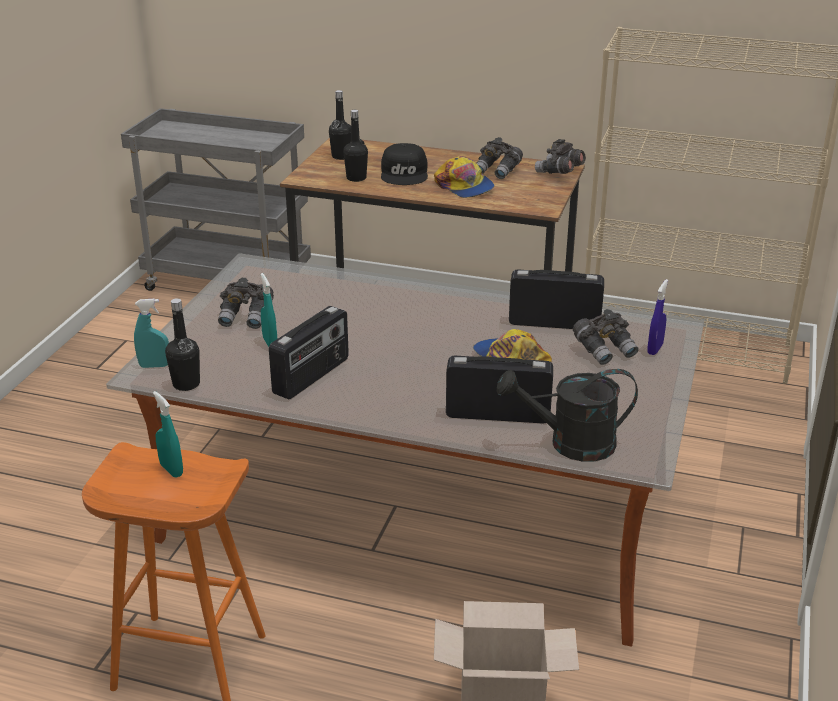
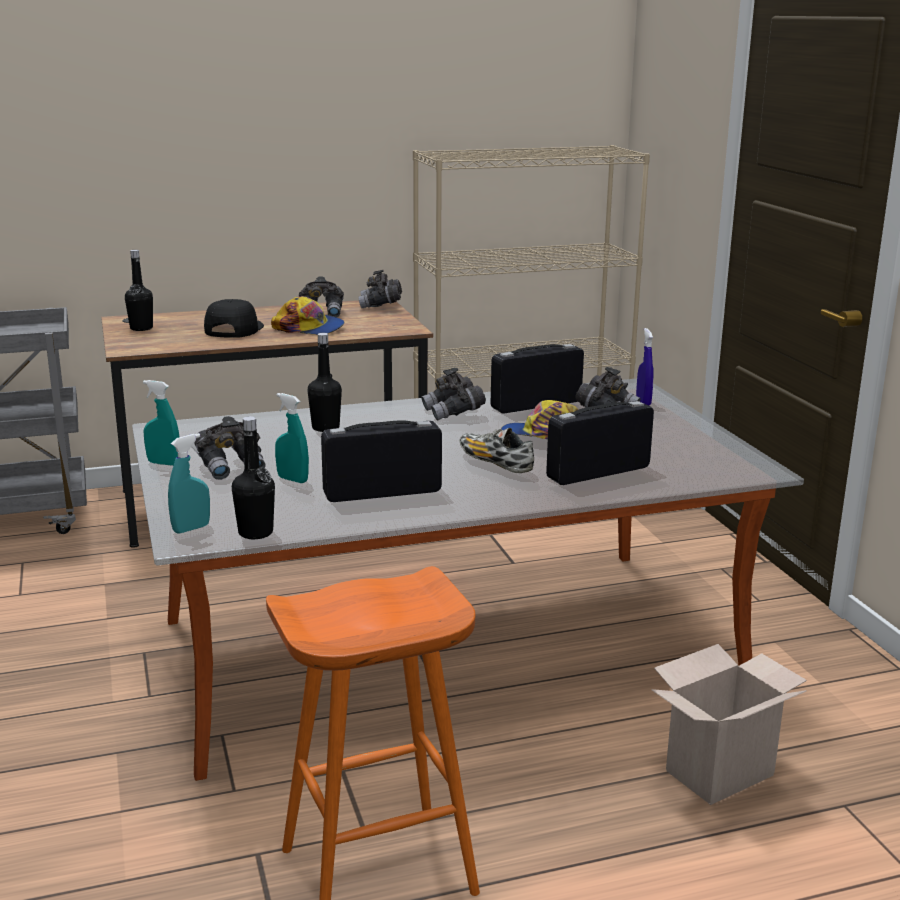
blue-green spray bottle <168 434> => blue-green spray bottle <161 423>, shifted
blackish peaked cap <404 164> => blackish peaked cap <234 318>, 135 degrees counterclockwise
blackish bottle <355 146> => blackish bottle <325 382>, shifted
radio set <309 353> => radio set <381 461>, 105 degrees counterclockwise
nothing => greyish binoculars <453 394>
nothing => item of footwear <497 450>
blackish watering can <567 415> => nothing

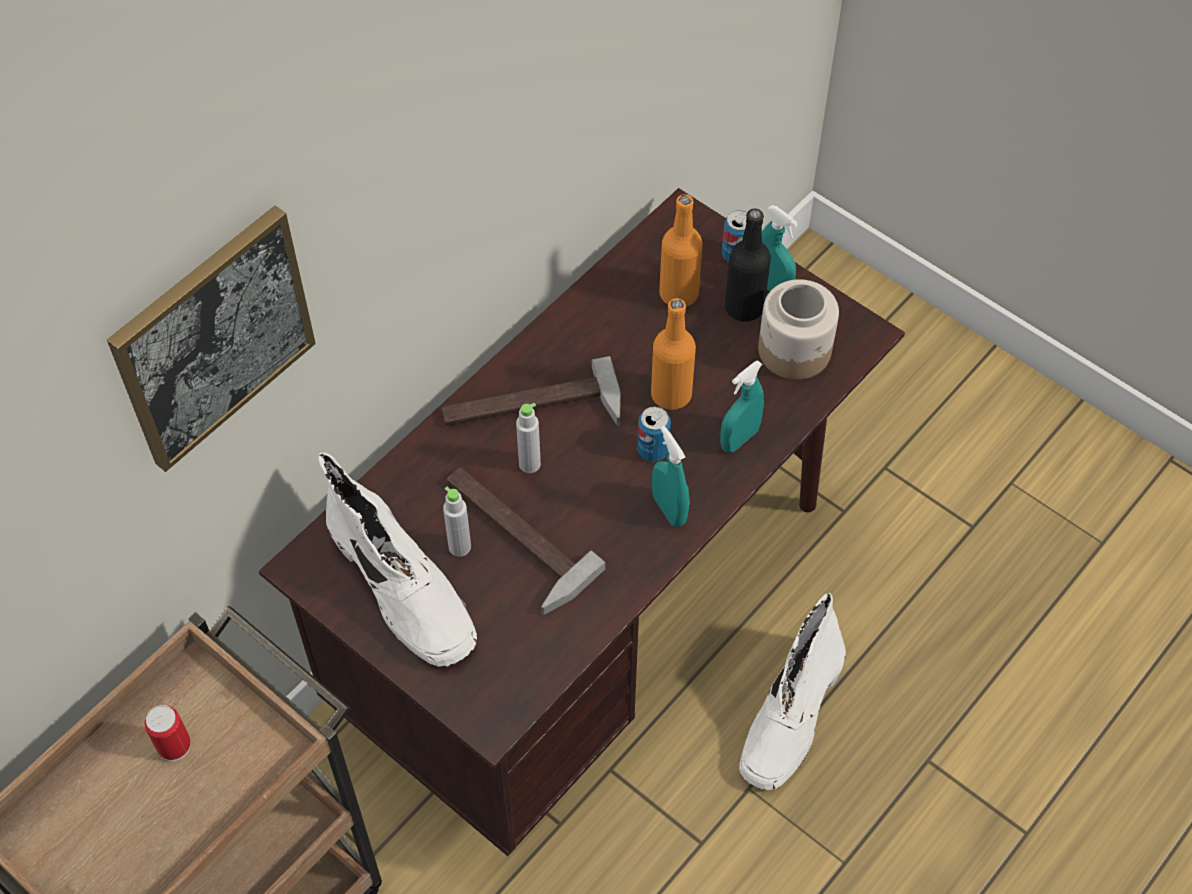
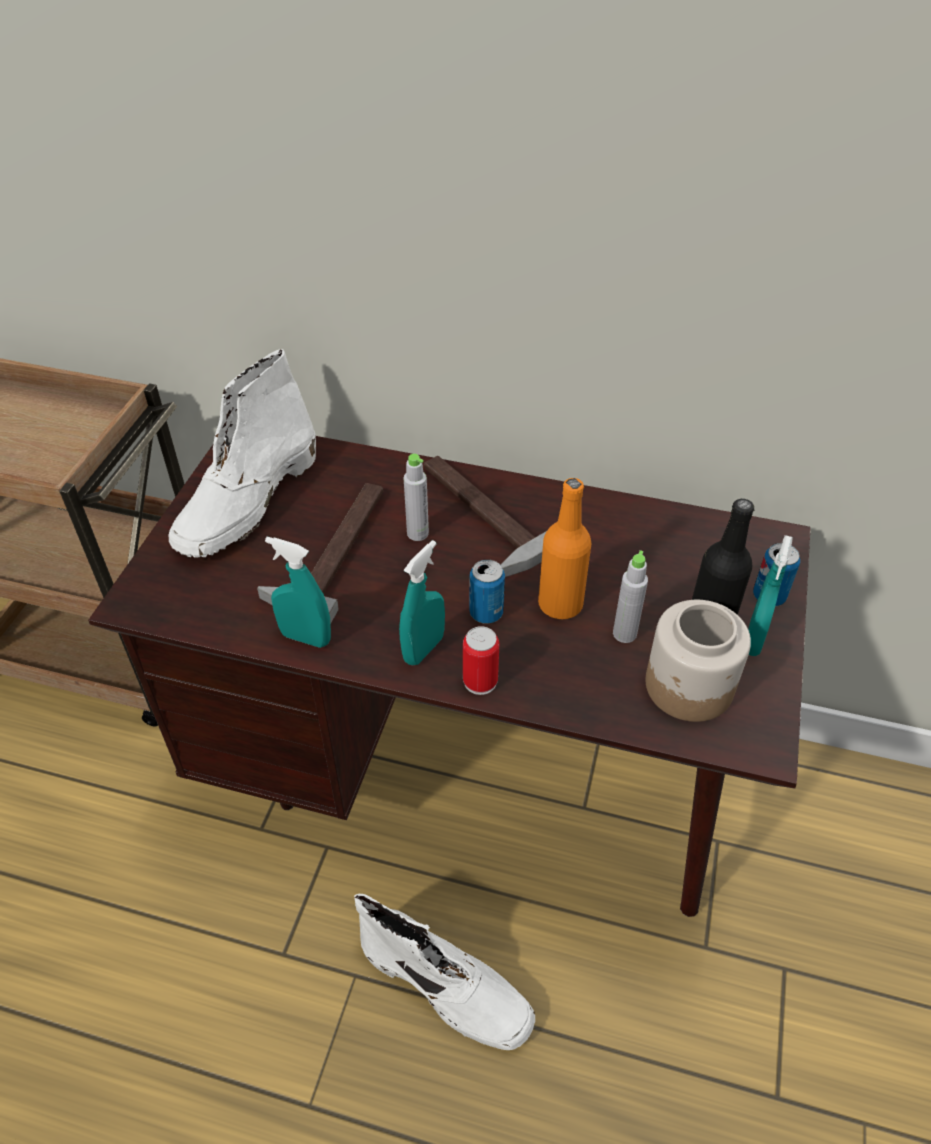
blue-green spray bottle <742 406> => blue-green spray bottle <298 592>, shifted
whitish high-top boot <792 691> => whitish high-top boot <444 972>, 150 degrees counterclockwise
metal can <167 733> => metal can <481 660>, shifted
greyish bottle <457 522> => greyish bottle <630 596>, shifted
picture <211 339> => nothing
orangey bottle <681 250> => nothing

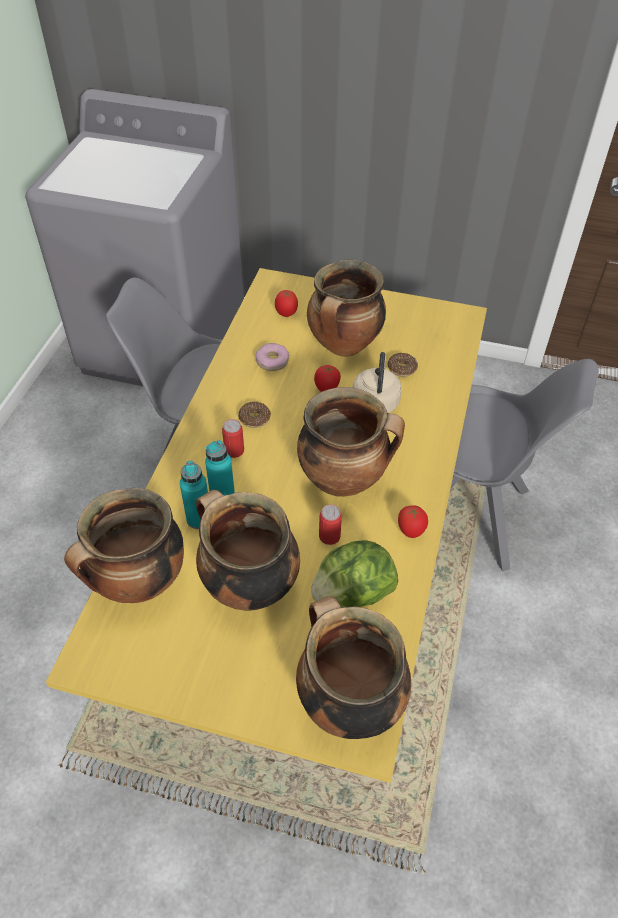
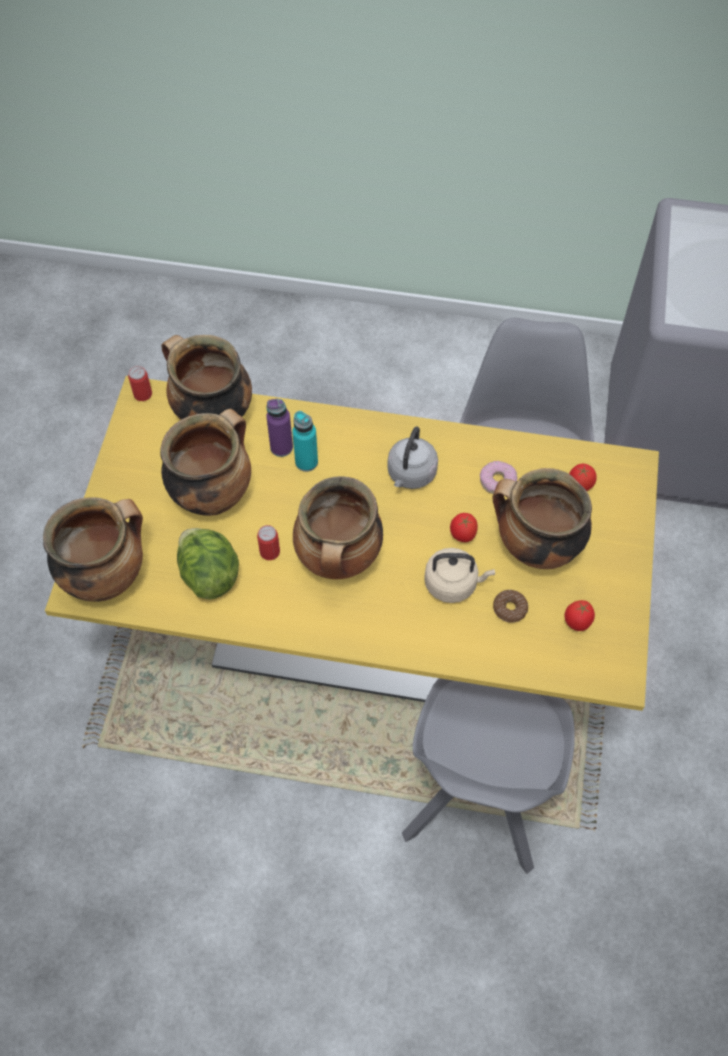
metal can <233 438> => metal can <140 383>, shifted
blue-green bottle <194 495> => purplish bottle <279 427>
donut <254 415> => greyish kettle <412 458>
fresh tomato <413 521> => fresh tomato <579 615>, shifted

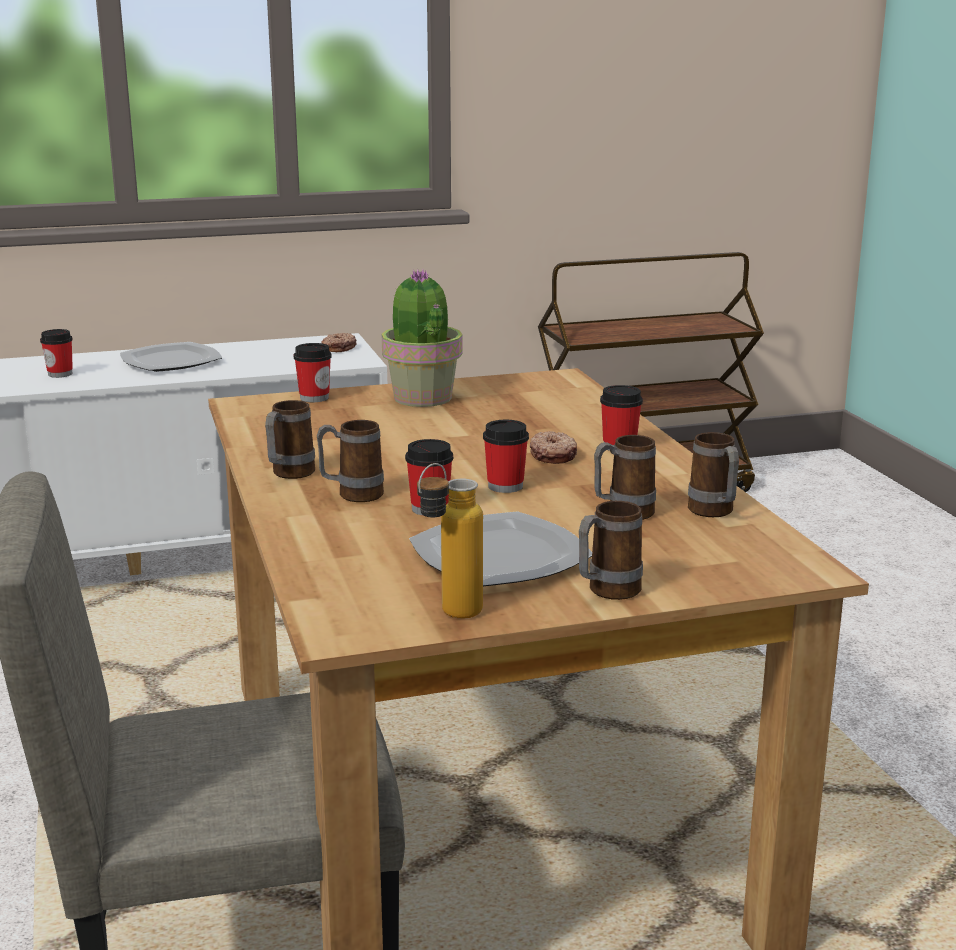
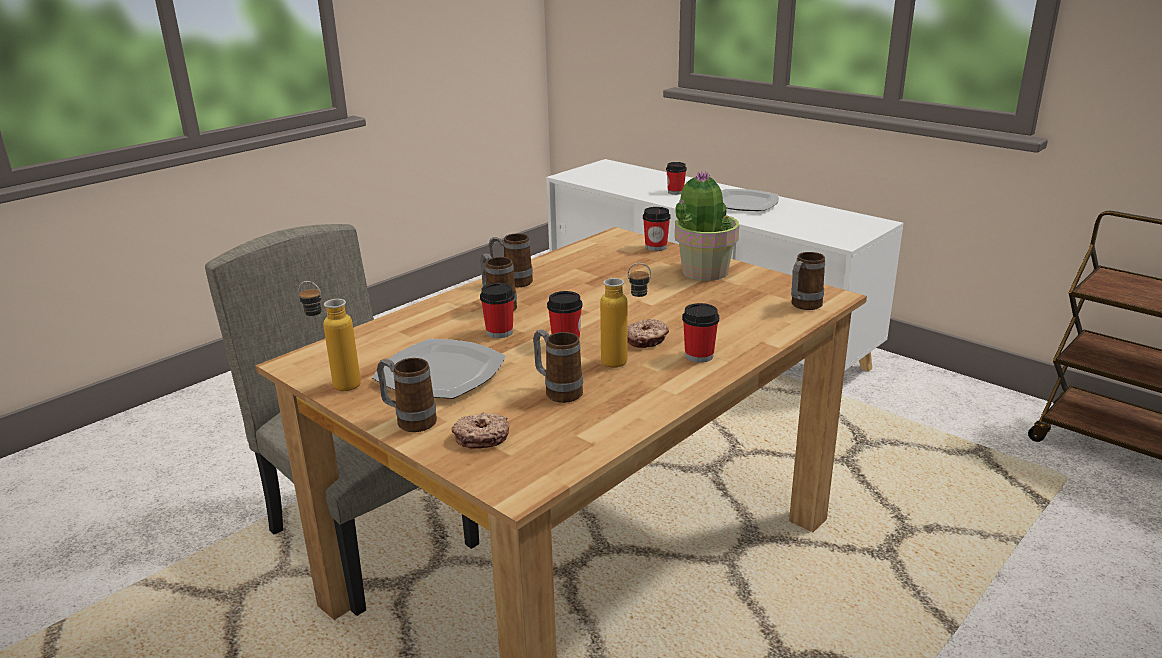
donut <339 342> => donut <480 430>, shifted
nothing => bottle <625 315>
tea mug <713 474> => tea mug <808 281>, shifted

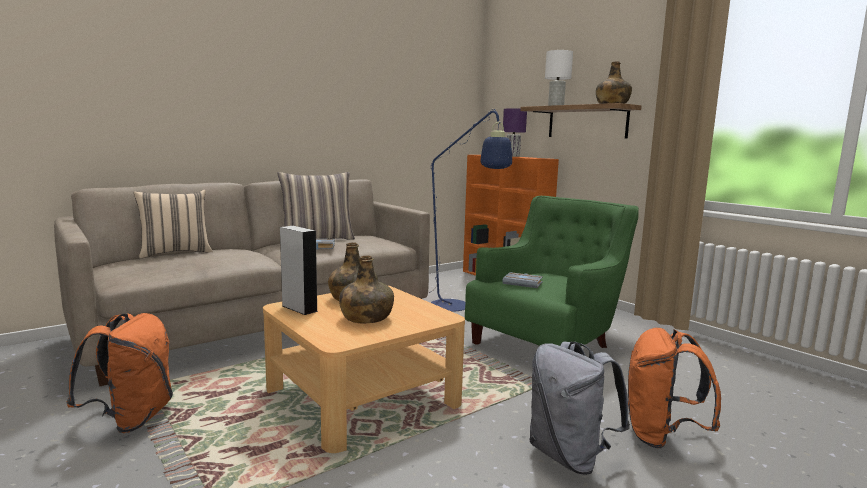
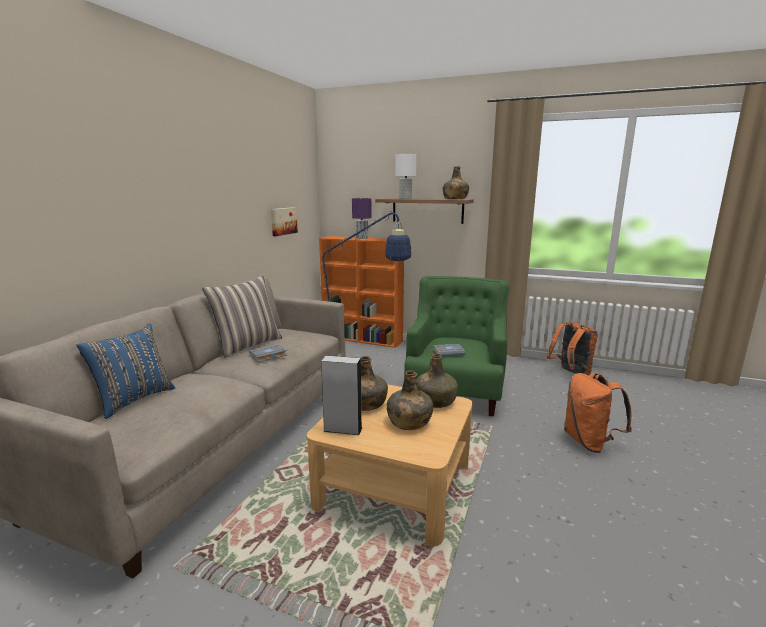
beige cushion <173 224> => blue-coloured cushion <125 371>
nothing => picture <284 221>
nothing => green-coloured bottle <437 381>
orangey backpack <119 373> => orangey backpack <572 348>, shifted
greyish backpack <579 408> => nothing

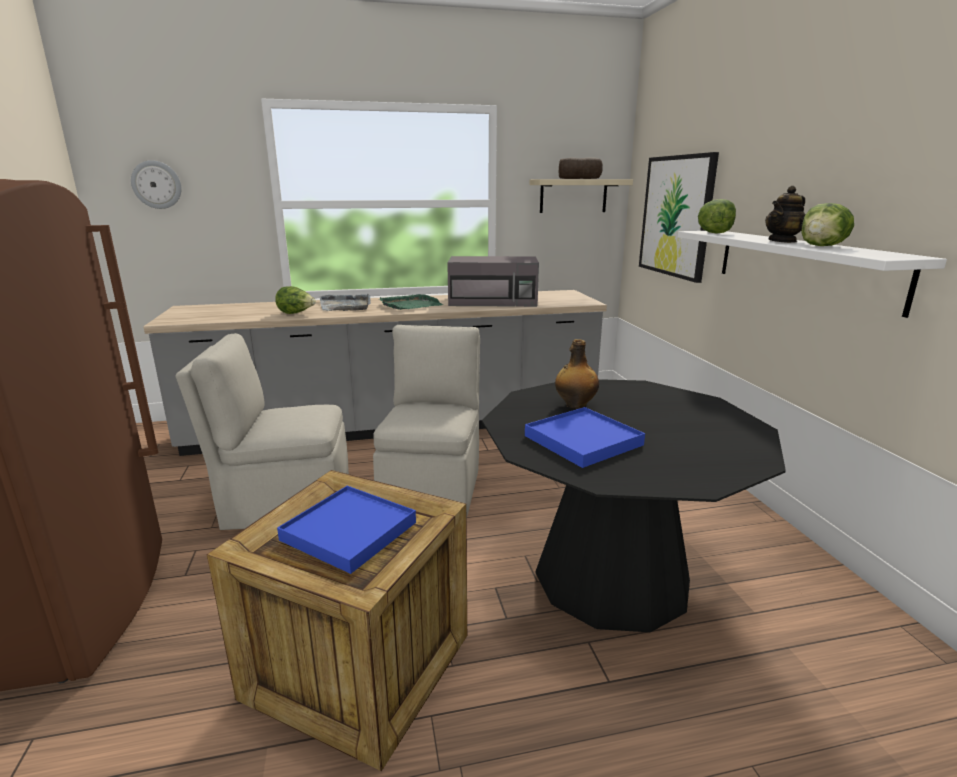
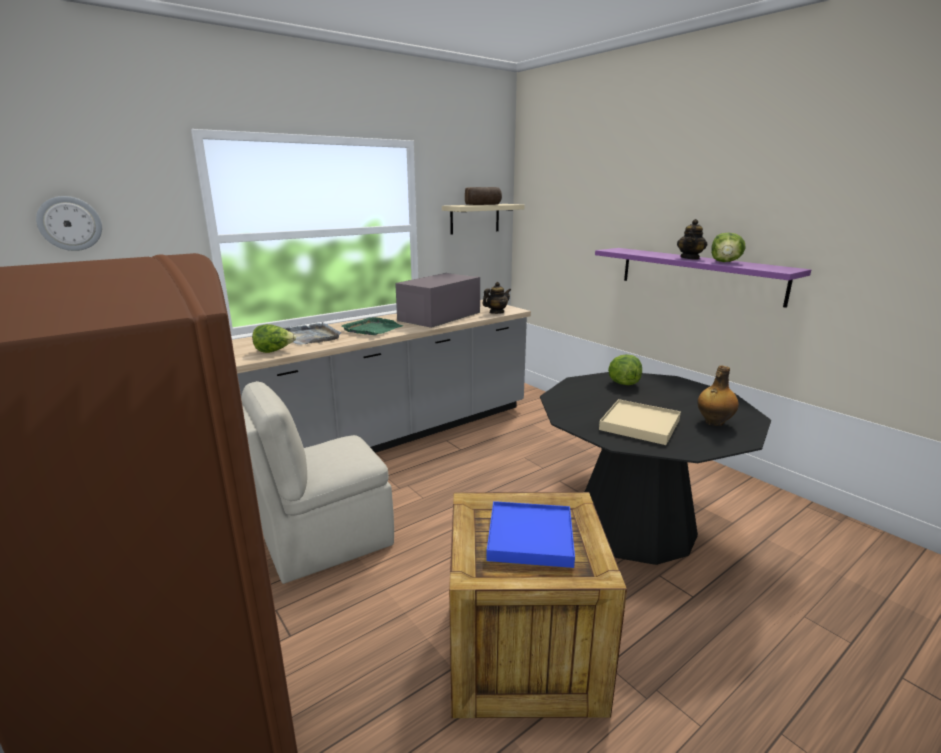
greyish kitchen microwave <493 281> => greyish kitchen microwave <437 300>, 150 degrees clockwise
nothing => pot for tea <496 298>
whitish shelf <812 274> => purplish shelf <703 278>
blue-coloured tray <585 437> => beige tray <640 422>
head of lettuce <717 216> => head of lettuce <625 369>, shifted
bottle <577 374> => bottle <718 395>, shifted
beige upright chair <426 422> => nothing
picture <679 217> => nothing

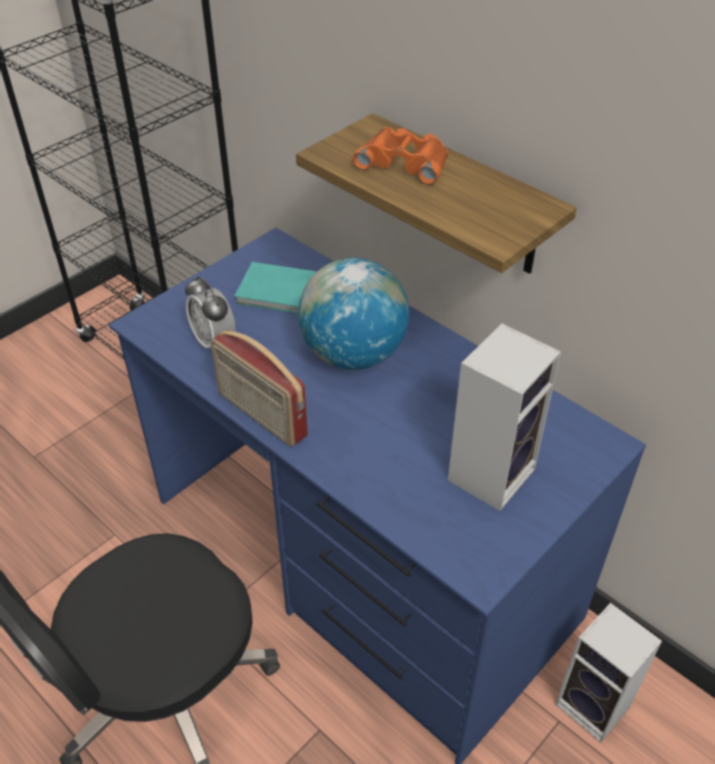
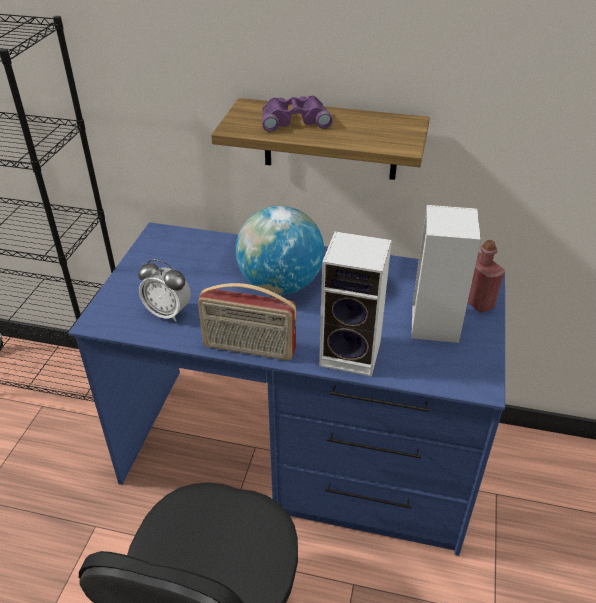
orangey binoculars <400 156> => purplish binoculars <297 113>
audio speaker <608 672> => audio speaker <355 303>, shifted
nothing => red bottle <486 276>
blue-green bound book <275 288> => nothing

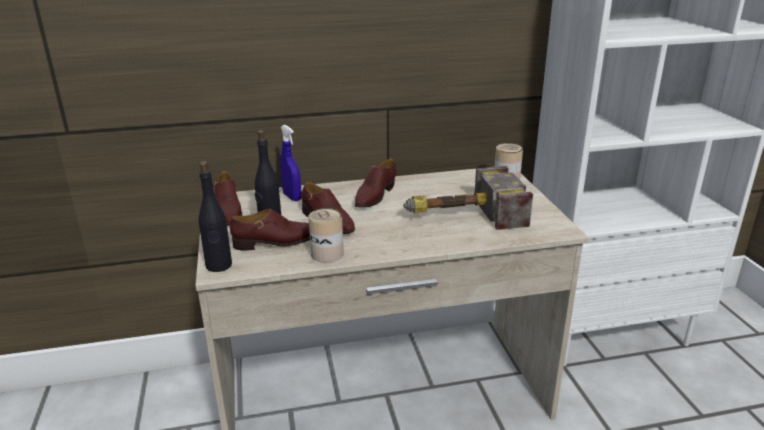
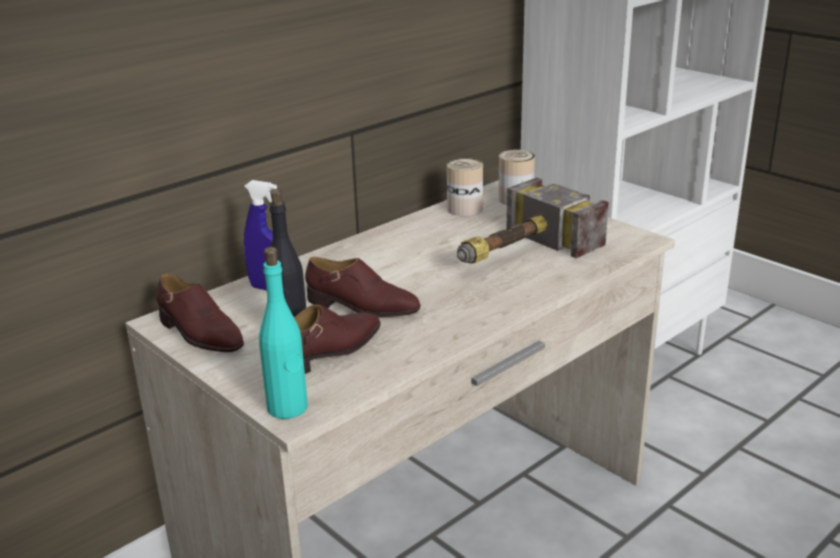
blackish bottle <215 216> => blue-green bottle <283 333>
metal can <326 235> => metal can <465 187>, shifted
brown-coloured item of footwear <376 183> => nothing

